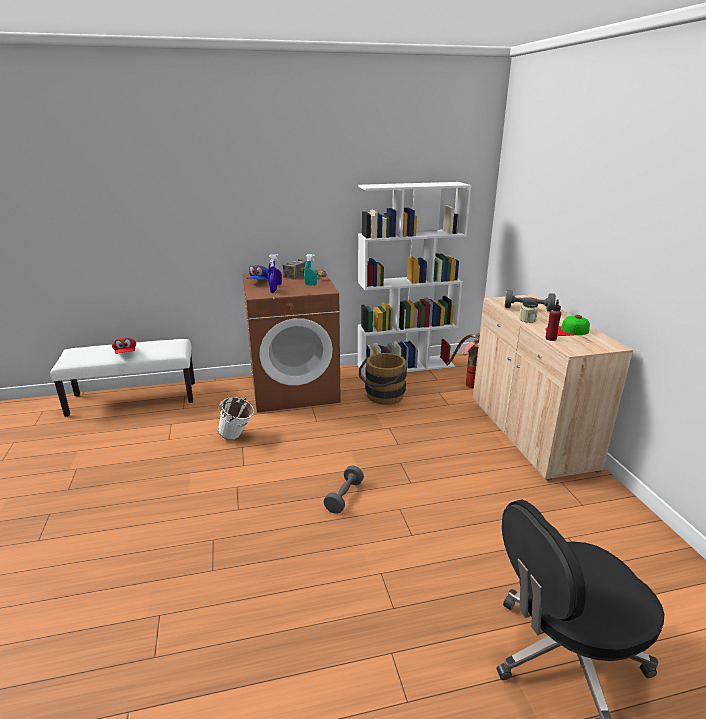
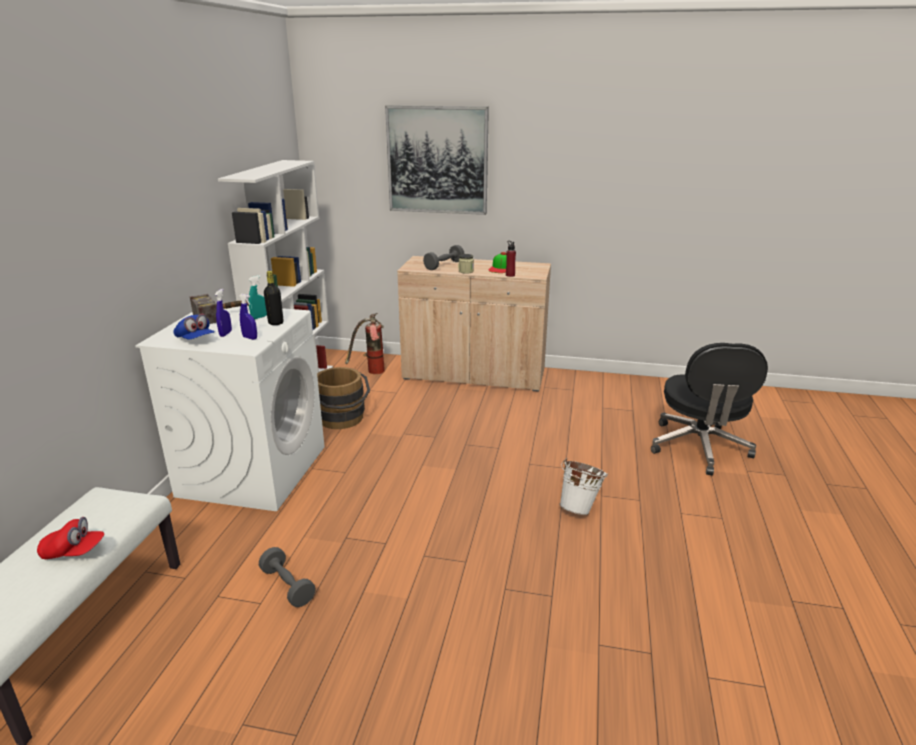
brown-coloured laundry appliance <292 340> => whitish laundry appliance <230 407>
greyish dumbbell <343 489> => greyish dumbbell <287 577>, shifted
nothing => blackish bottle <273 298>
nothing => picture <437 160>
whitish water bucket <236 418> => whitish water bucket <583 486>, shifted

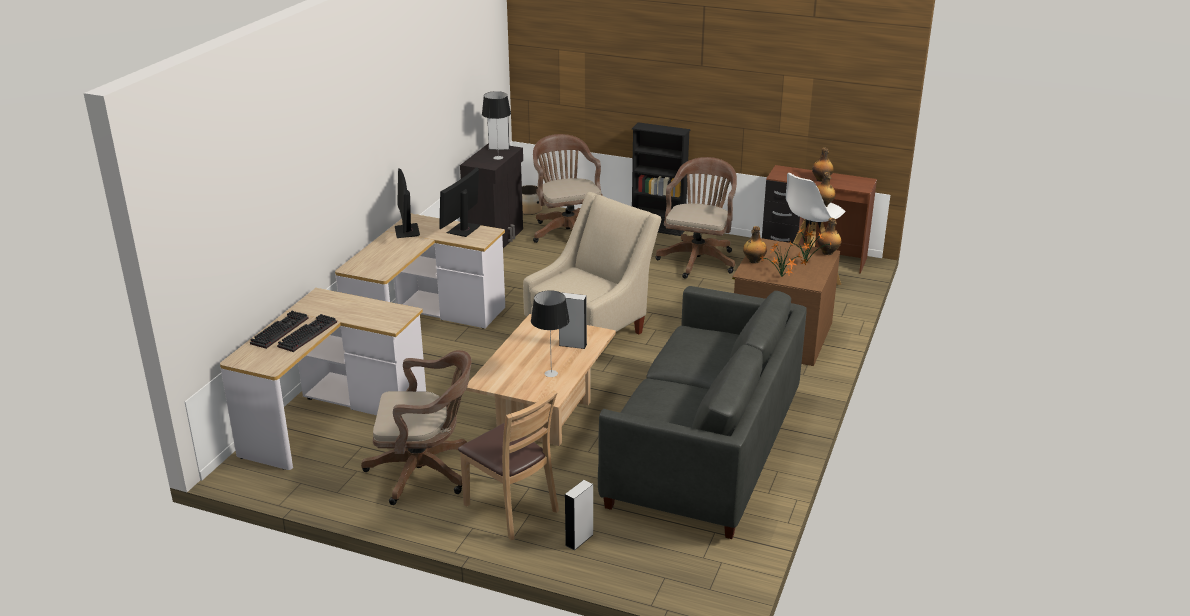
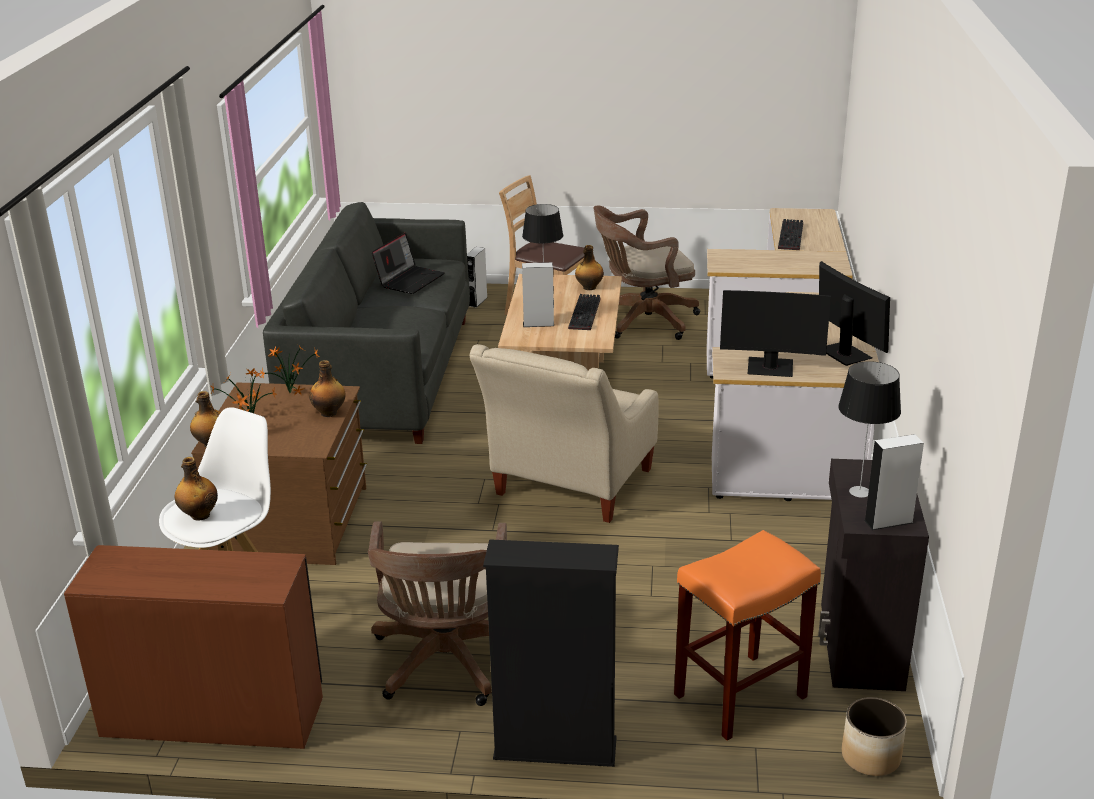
nothing => notebook computer <408 263>
keyboard <279 330> => keyboard <584 312>, shifted
bottle <823 165> => bottle <589 267>, shifted
brown-coloured computer chair <568 188> => orangey stool <747 635>
computer screen <459 202> => computer screen <775 333>, 90 degrees clockwise

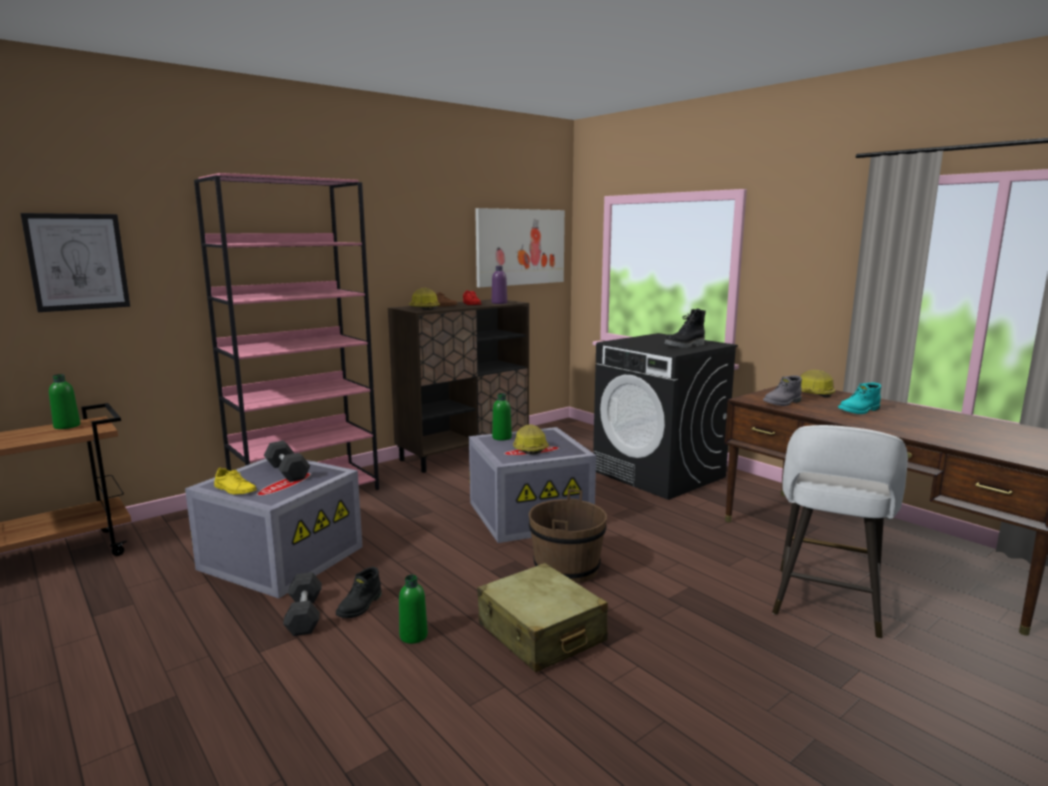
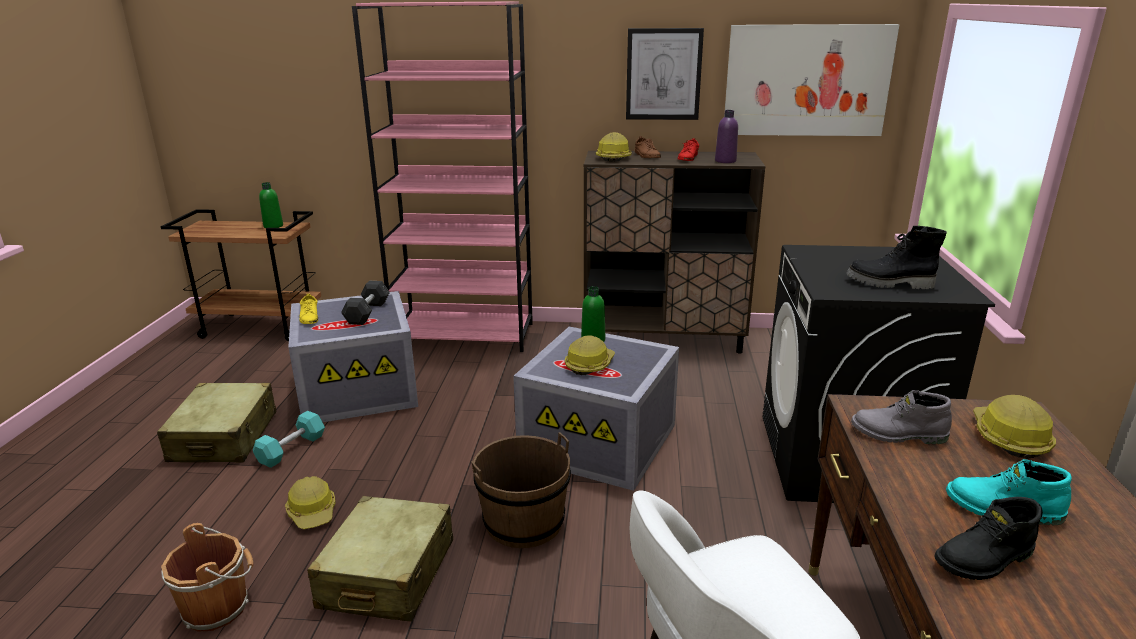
nothing => beige travel case <216 423>
nothing => brown-coloured water bucket <207 577>
greyish dumbbell <302 604> => blue-green dumbbell <289 439>
green-coloured bottle <413 609> => work helmet <310 502>
picture <75 262> => picture <665 74>, shifted
blackish high-top boot <359 592> => blackish high-top boot <988 538>, shifted

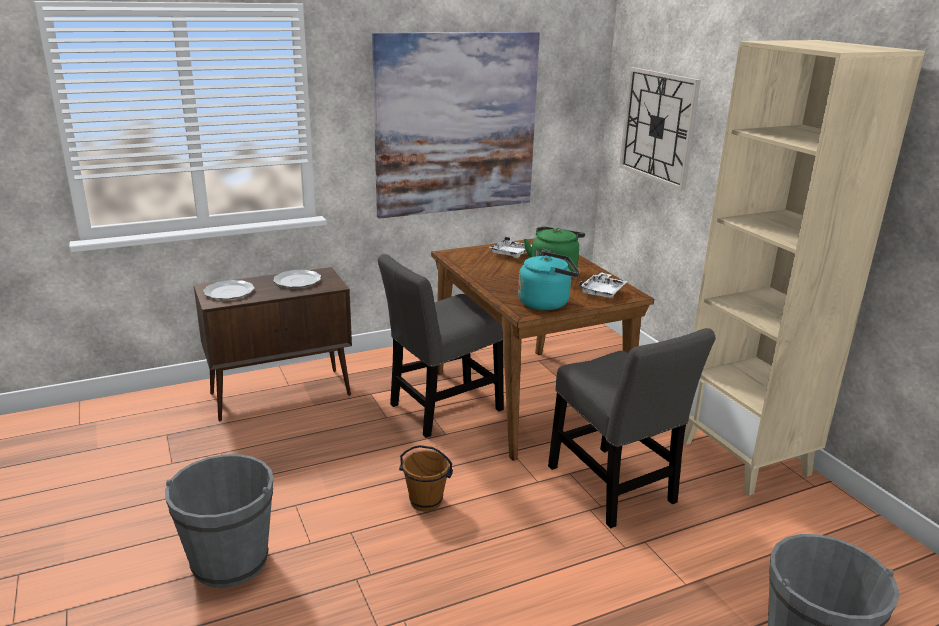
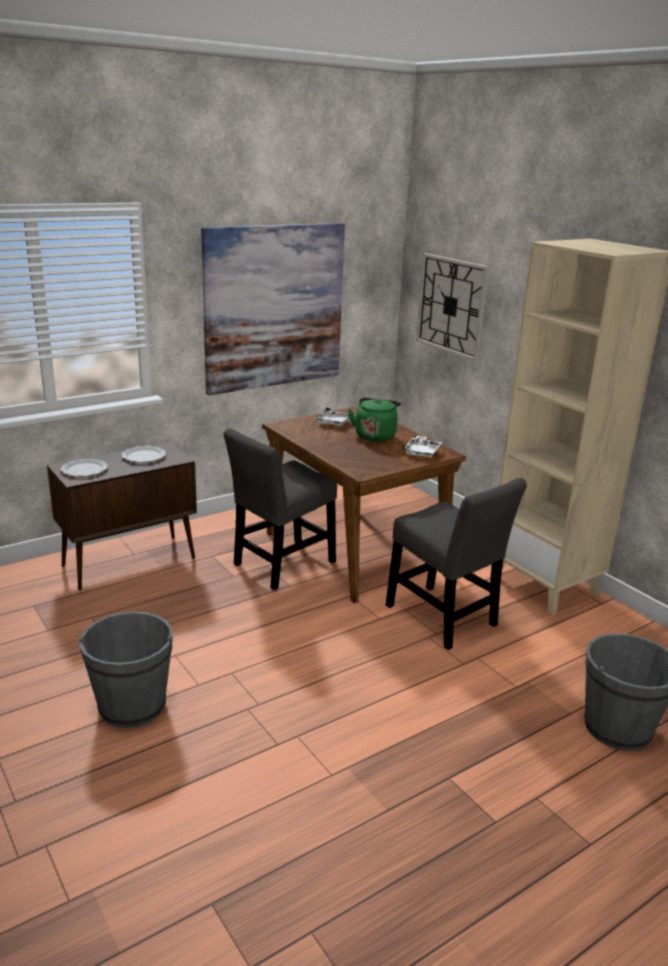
brown-coloured water bucket <426 478> => nothing
blue-green kettle <549 280> => nothing

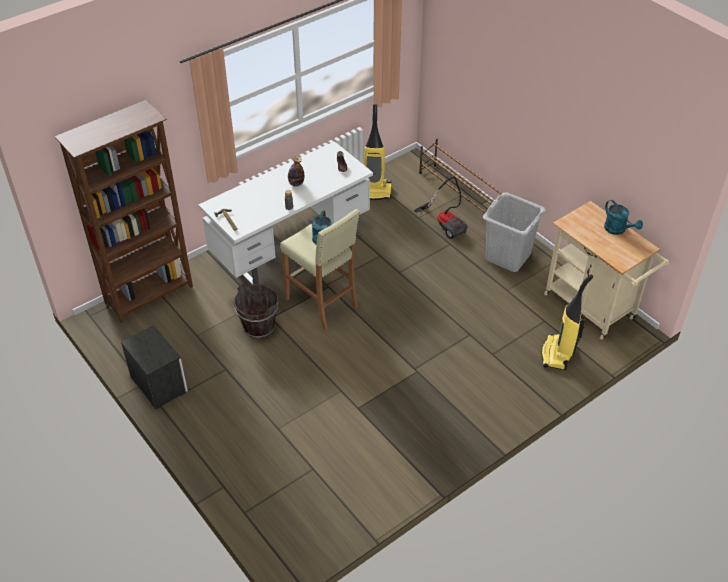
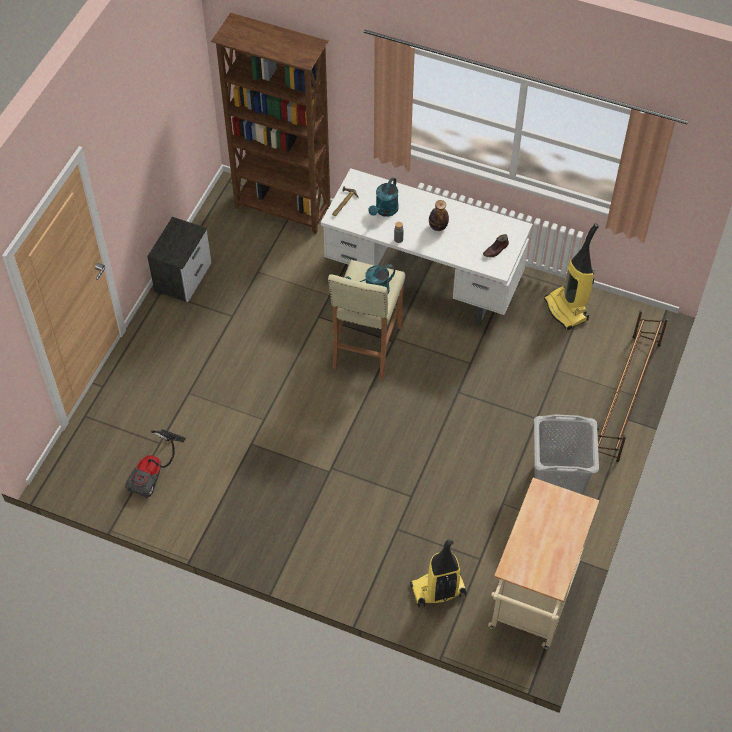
vacuum <441 208> => vacuum <155 463>, shifted
blue-green watering can <623 217> => blue-green watering can <384 197>, shifted
brown-coloured water bucket <256 310> => nothing

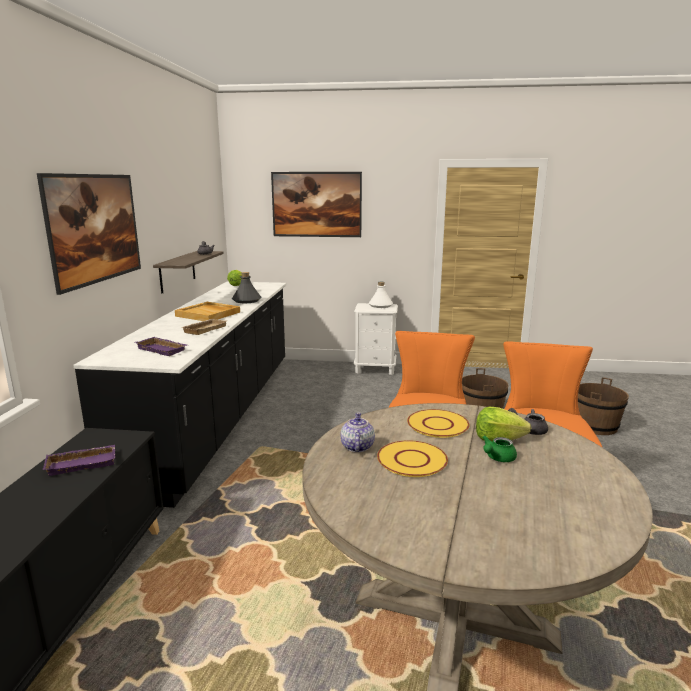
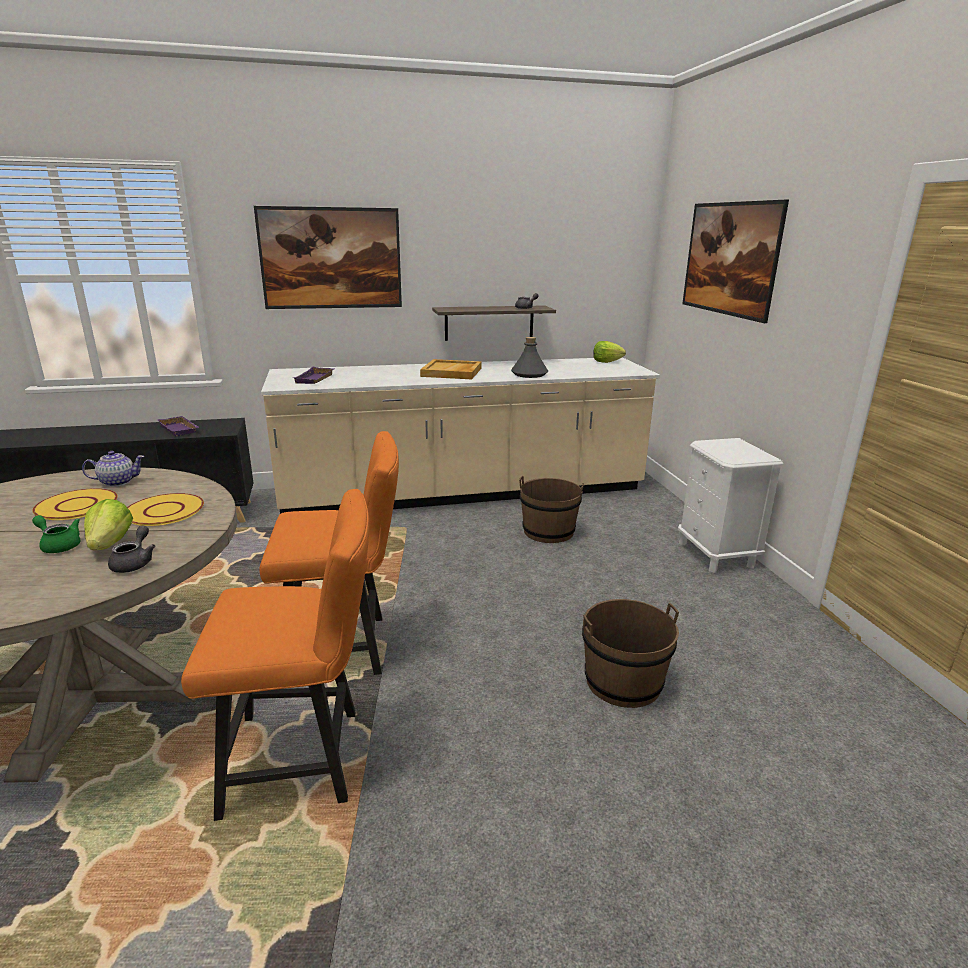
blackish kitchen counter <180 394> => beige kitchen counter <460 435>
brown-coloured water bucket <603 406> => brown-coloured water bucket <551 509>, shifted
beige tray <203 327> => nothing
whitish bottle <381 295> => nothing

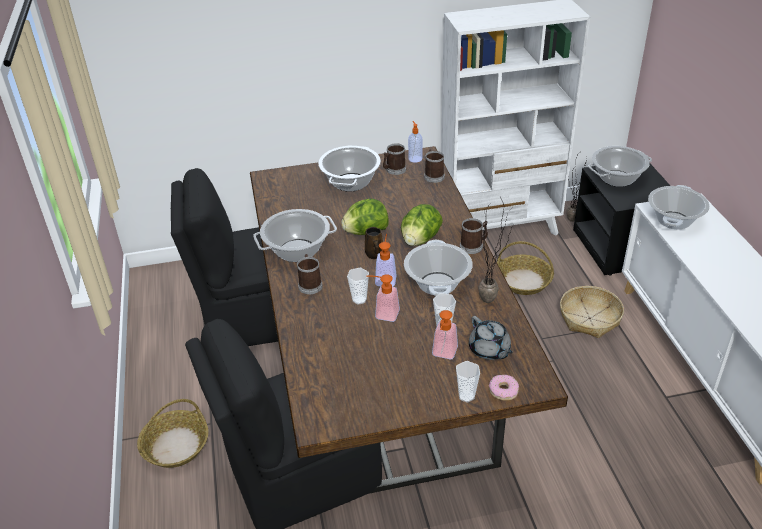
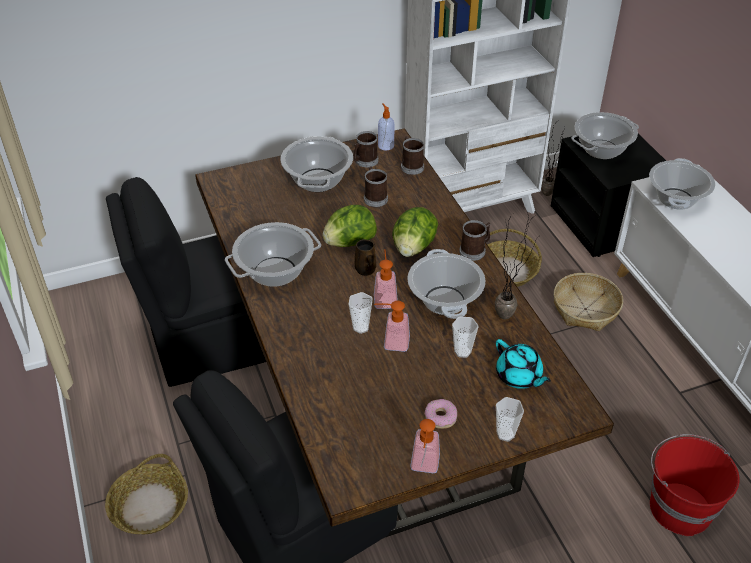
tea mug <310 274> => tea mug <376 187>, shifted
liquid soap bottle <445 334> => liquid soap bottle <425 446>, shifted
donut <504 388> => donut <441 414>, shifted
greyish pot for tea <490 338> => blue-green pot for tea <523 364>
nothing => red water bucket <694 485>

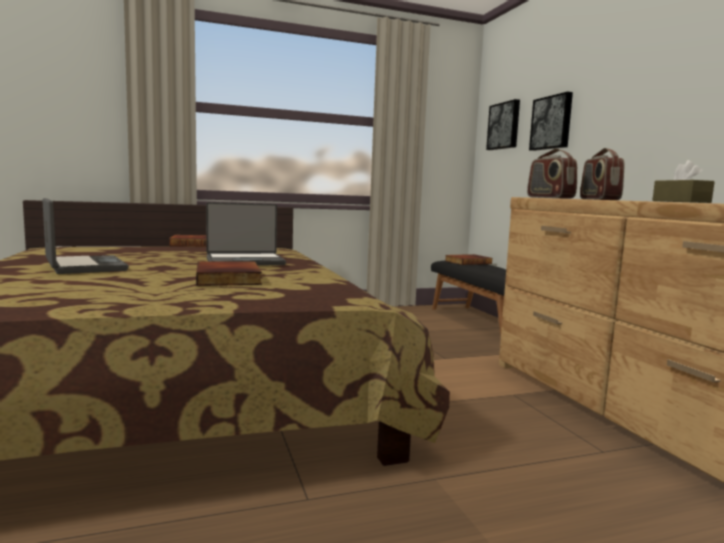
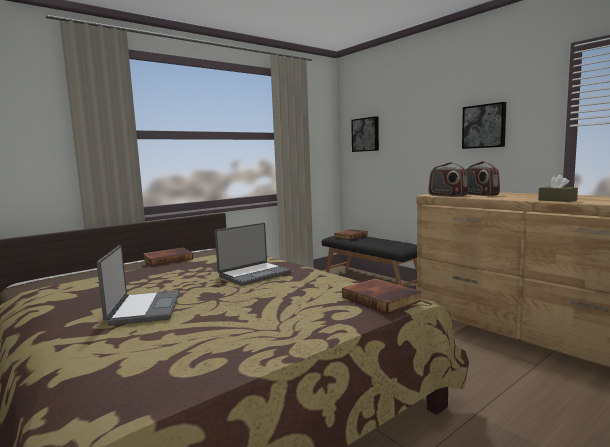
notebook computer <85 236> => notebook computer <138 285>, 45 degrees clockwise
bound book <229 273> => bound book <382 296>, shifted
picture <551 121> => picture <484 125>, shifted

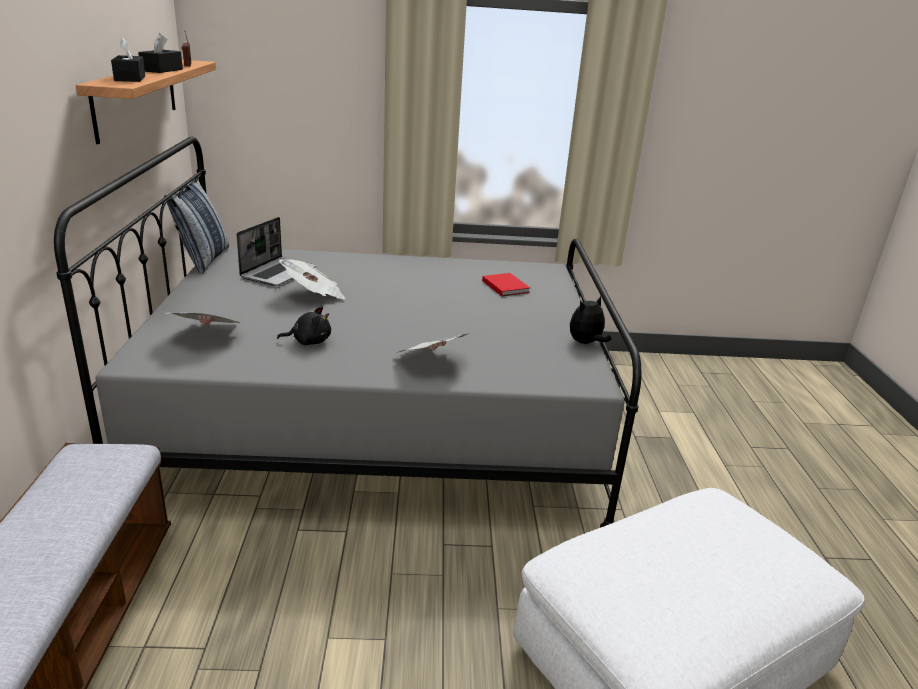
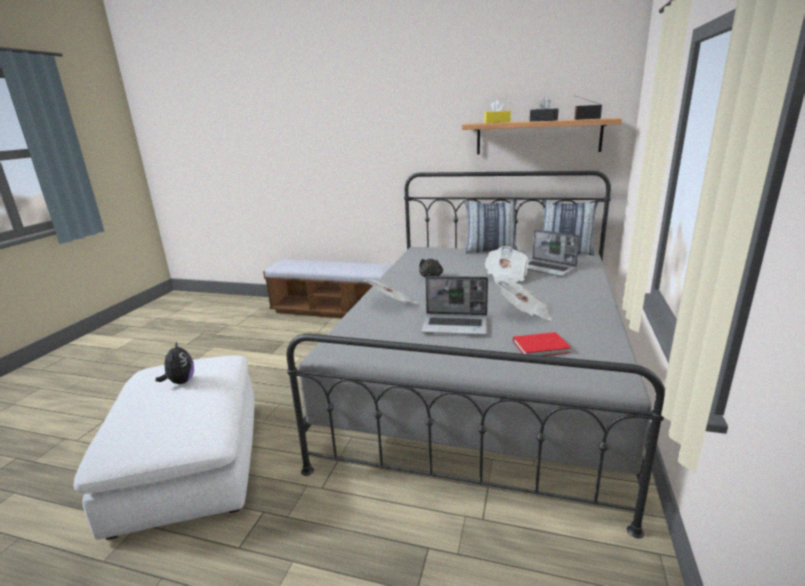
plush toy <590 320> => plush toy <175 362>, shifted
nothing => notebook computer <454 305>
nothing => cushion <491 226>
blackish tissue holder <128 59> => yellowish tissue holder <497 111>
daily paper <202 318> => daily paper <524 300>, shifted

